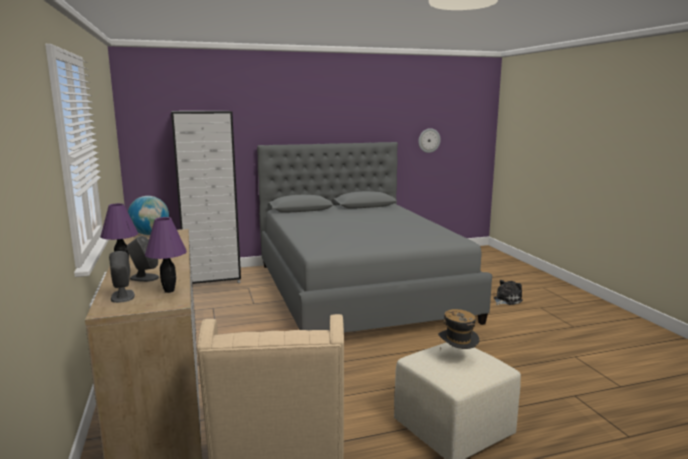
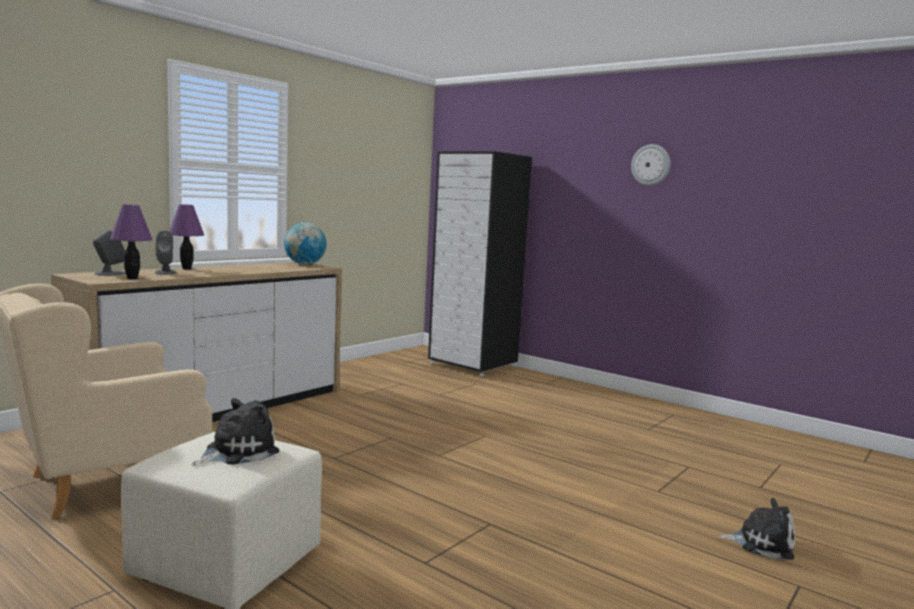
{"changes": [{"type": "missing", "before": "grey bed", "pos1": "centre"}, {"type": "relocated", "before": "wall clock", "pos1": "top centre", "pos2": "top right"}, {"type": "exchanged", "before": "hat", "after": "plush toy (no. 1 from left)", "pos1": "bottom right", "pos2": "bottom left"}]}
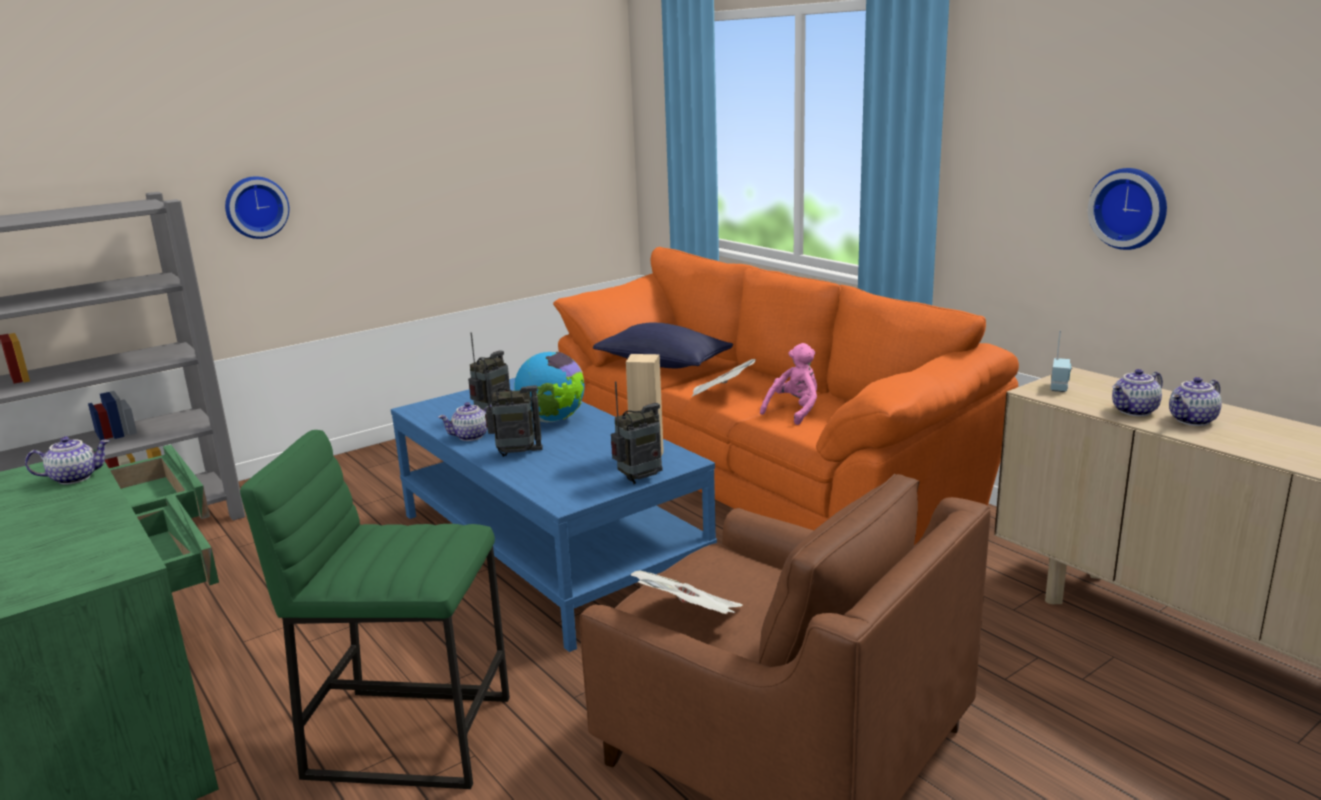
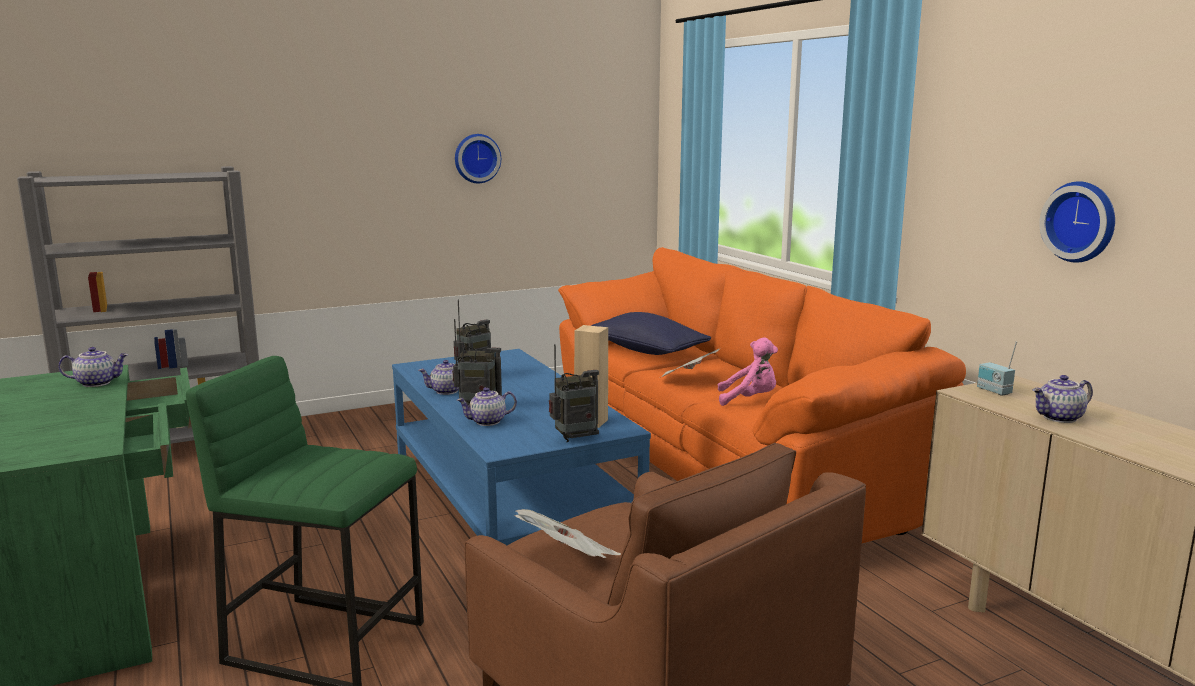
{"changes": [{"type": "relocated", "before": "wall clock (no. 1 from left)", "pos1": "top left", "pos2": "top centre"}, {"type": "missing", "before": "globe", "pos1": "centre"}, {"type": "spun", "before": "pink plush toy", "pos1": "centre", "pos2": "centre", "turn": 45}, {"type": "spun", "before": "radio (no. 4 from left)", "pos1": "middle right", "pos2": "middle right", "turn": 120}, {"type": "relocated", "before": "teapot (no. 4 from left in the first image)", "after": "teapot (no. 3 from left)", "pos1": "middle right", "pos2": "centre"}]}
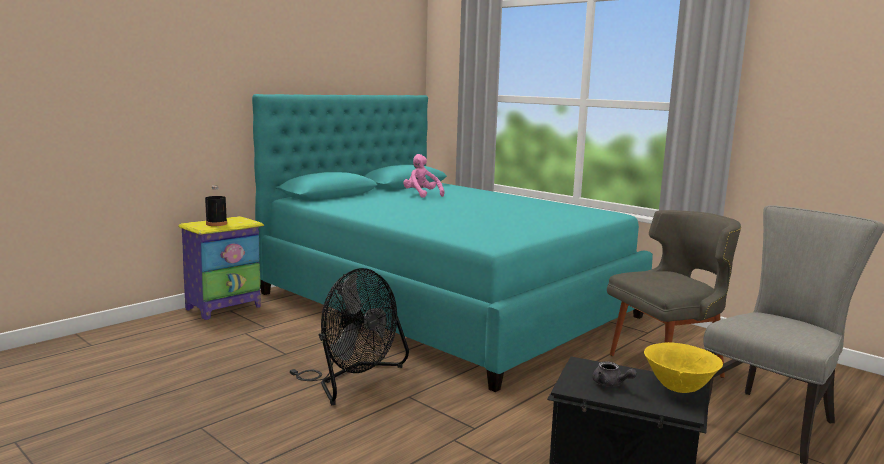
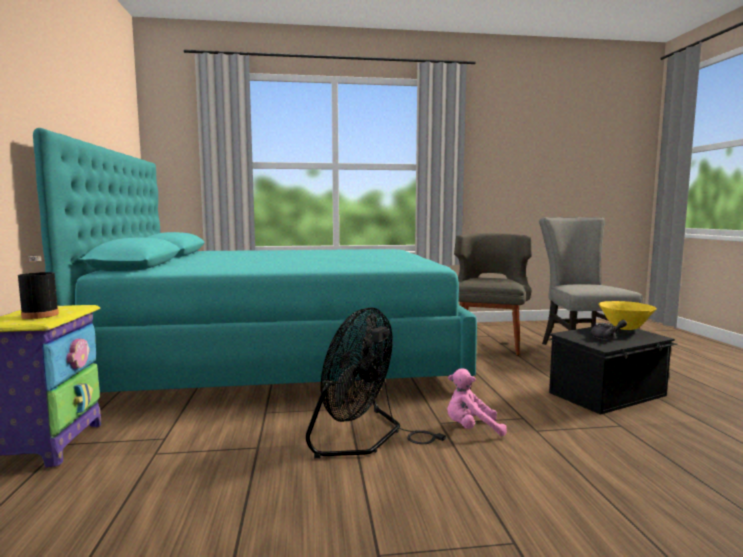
{"changes": [{"type": "spun", "before": "black fan", "pos1": "bottom centre", "pos2": "bottom centre", "turn": -135}, {"type": "relocated", "before": "pink plush toy", "pos1": "centre", "pos2": "bottom centre"}]}
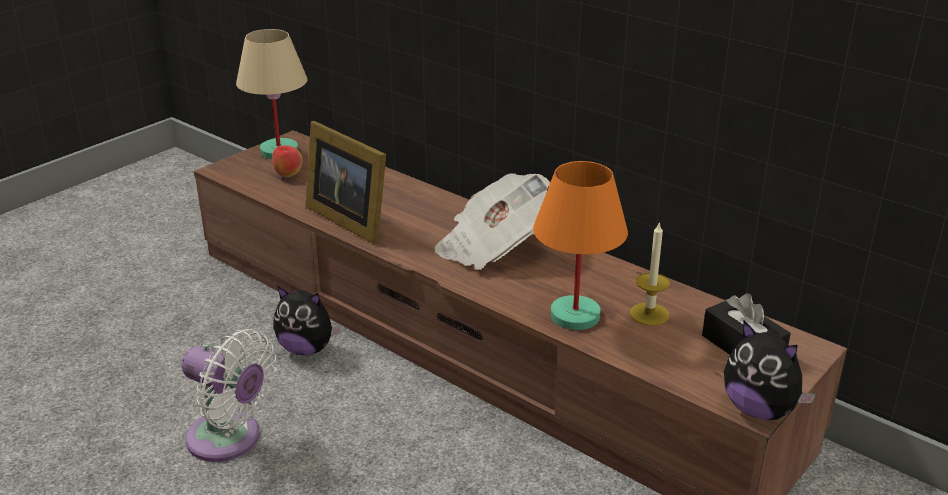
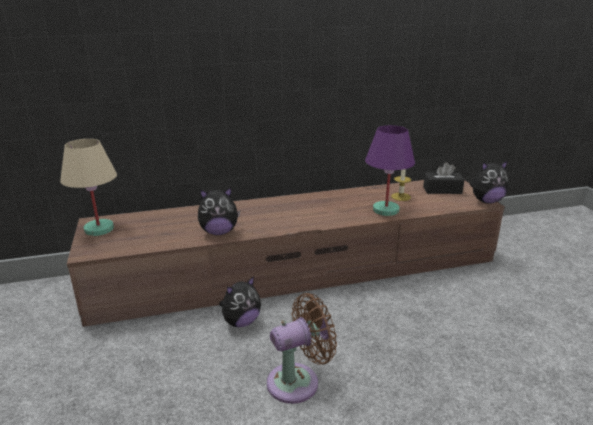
{"changes": [{"type": "colour", "before": "white fan", "after": "brown fan", "pos1": "bottom left", "pos2": "bottom centre"}, {"type": "missing", "before": "apple", "pos1": "top left"}, {"type": "exchanged", "before": "picture frame", "after": "plush toy (no. 1 from left)", "pos1": "centre", "pos2": "centre"}, {"type": "missing", "before": "newspaper", "pos1": "centre"}, {"type": "colour", "before": "orange table lamp", "after": "purple table lamp", "pos1": "centre", "pos2": "centre"}]}
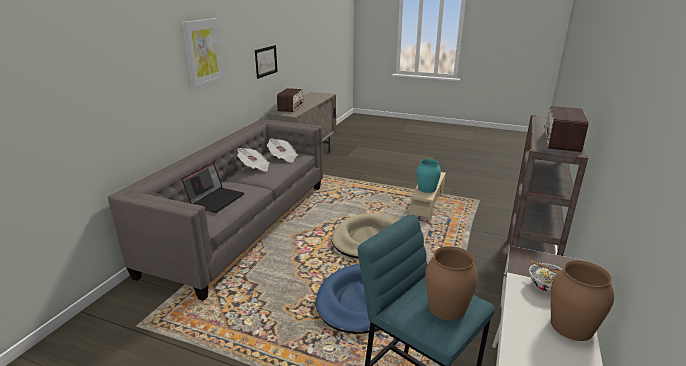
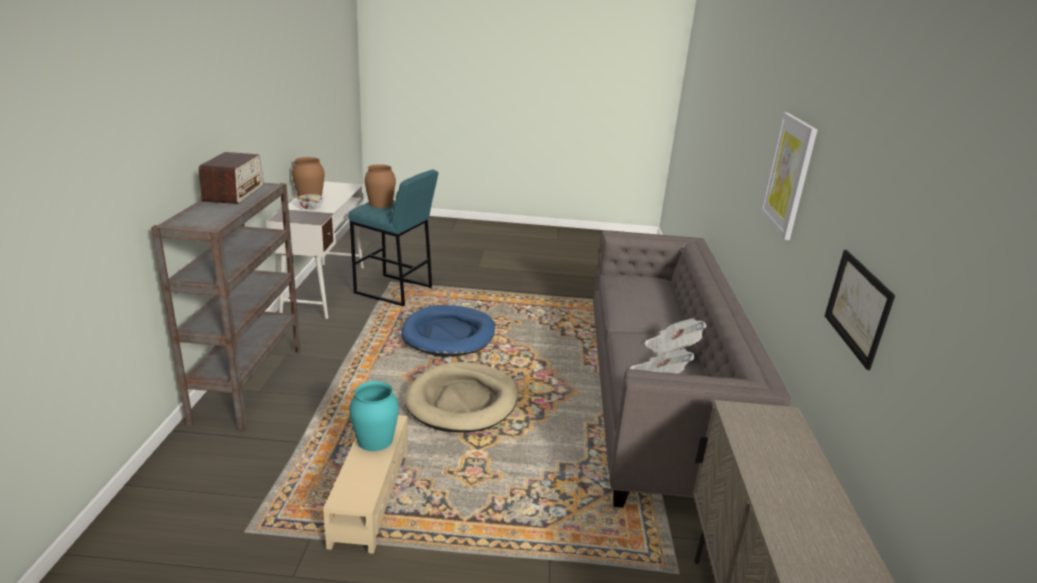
{"changes": [{"type": "missing", "before": "laptop", "pos1": "middle left"}, {"type": "missing", "before": "radio (no. 1 from left)", "pos1": "top centre"}]}
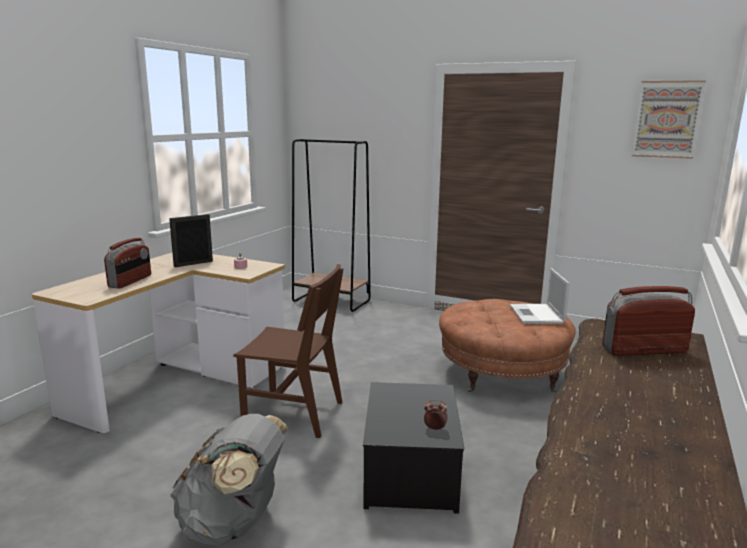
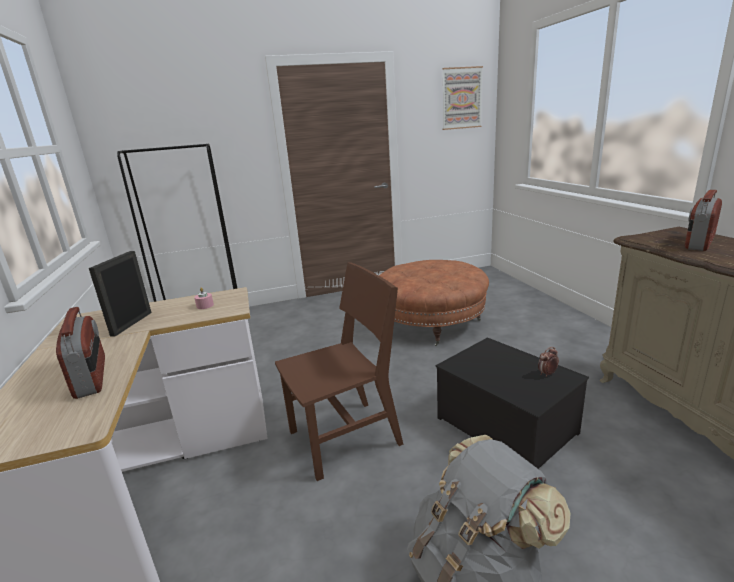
{"changes": [{"type": "missing", "before": "laptop", "pos1": "middle right"}]}
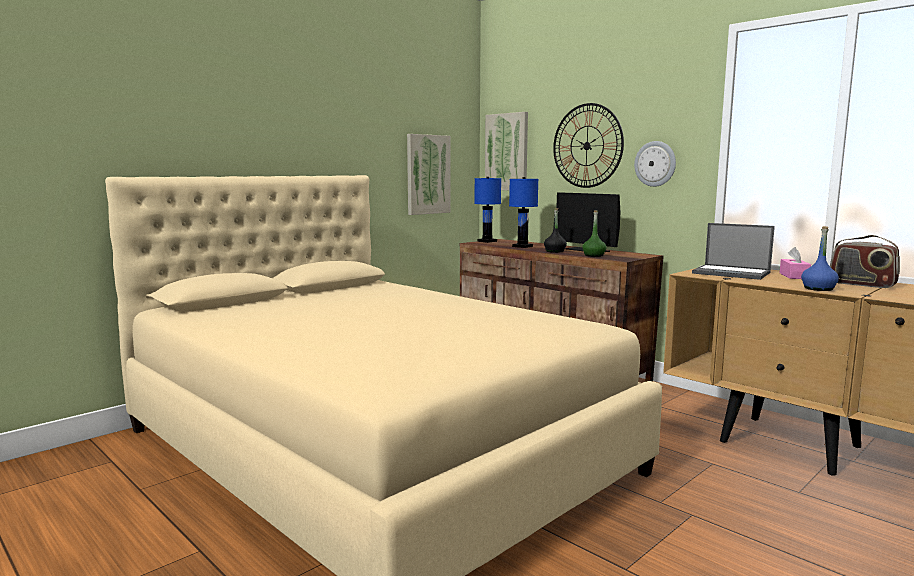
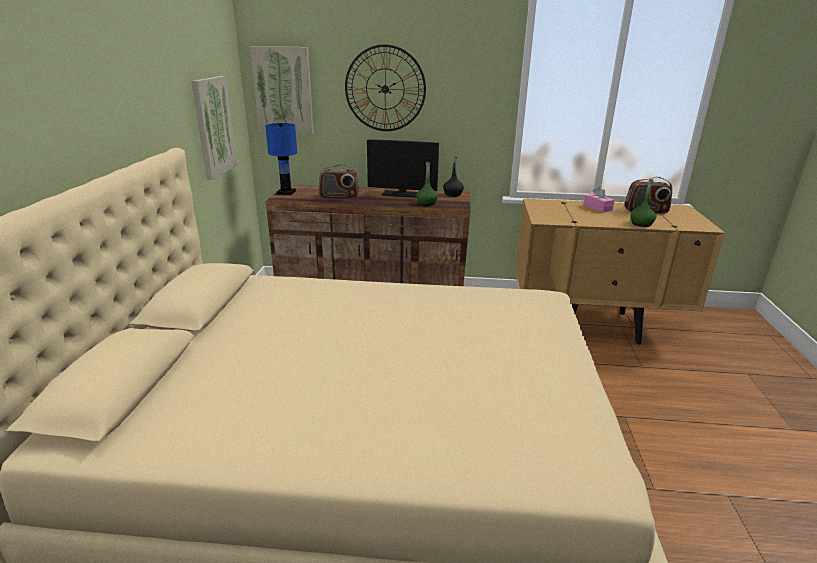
{"changes": [{"type": "exchanged", "before": "blue table lamp (no. 2 from left)", "after": "radio (no. 1 from left)", "pos1": "centre", "pos2": "top centre"}, {"type": "relocated", "before": "black bottle", "pos1": "centre", "pos2": "top centre"}, {"type": "missing", "before": "wall clock (no. 2 from left)", "pos1": "top right"}, {"type": "missing", "before": "laptop", "pos1": "middle right"}, {"type": "colour", "before": "blue bottle", "after": "green bottle (no. 2 from left)", "pos1": "middle right", "pos2": "middle right"}]}
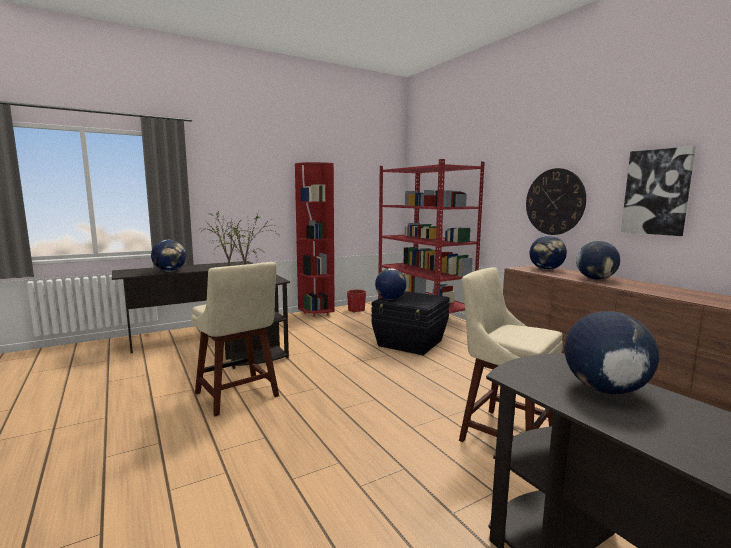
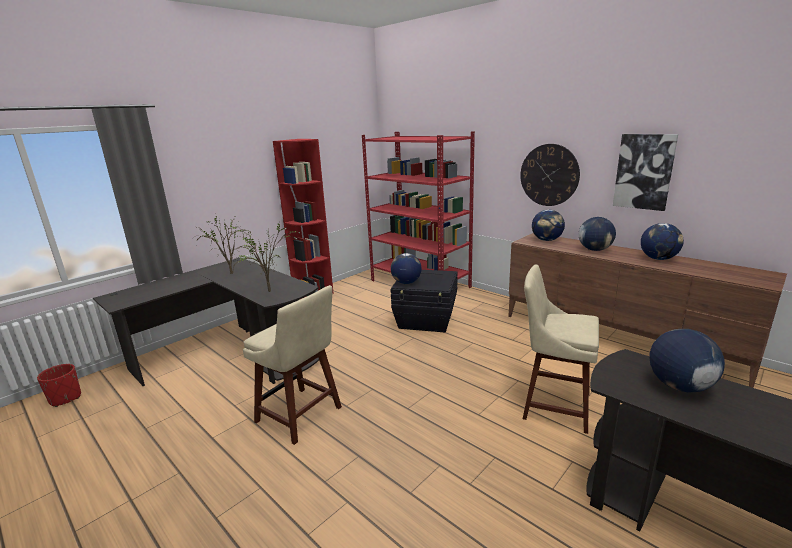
{"changes": [{"type": "relocated", "before": "globe (no. 1 from left in the first image)", "after": "globe (no. 4 from left)", "pos1": "middle left", "pos2": "middle right"}, {"type": "relocated", "before": "red planter", "pos1": "centre", "pos2": "bottom left"}]}
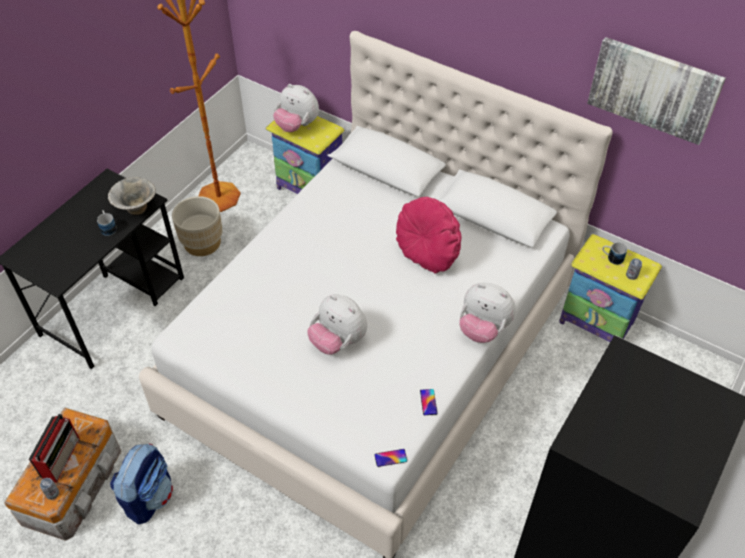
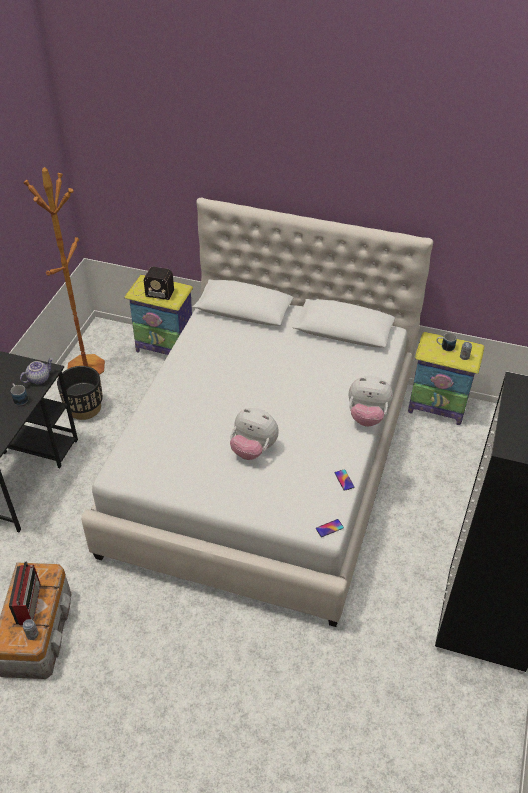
{"changes": [{"type": "exchanged", "before": "bowl", "after": "teapot", "pos1": "middle left", "pos2": "middle left"}, {"type": "missing", "before": "backpack", "pos1": "bottom left"}, {"type": "colour", "before": "beige planter", "after": "black planter", "pos1": "middle left", "pos2": "middle left"}, {"type": "exchanged", "before": "plush toy (no. 1 from left)", "after": "radio (no. 2 from left)", "pos1": "top centre", "pos2": "middle left"}, {"type": "missing", "before": "pink pillow", "pos1": "centre"}, {"type": "missing", "before": "picture", "pos1": "top right"}]}
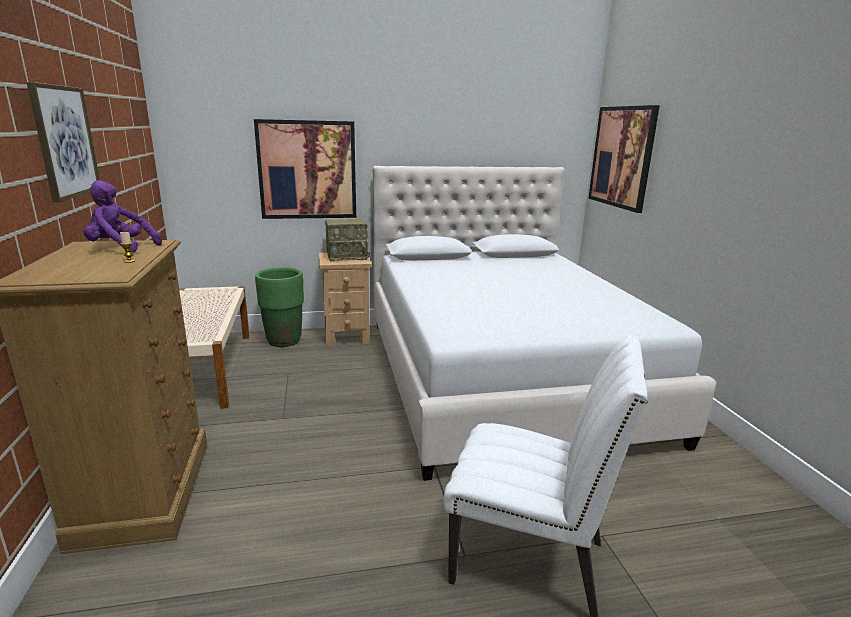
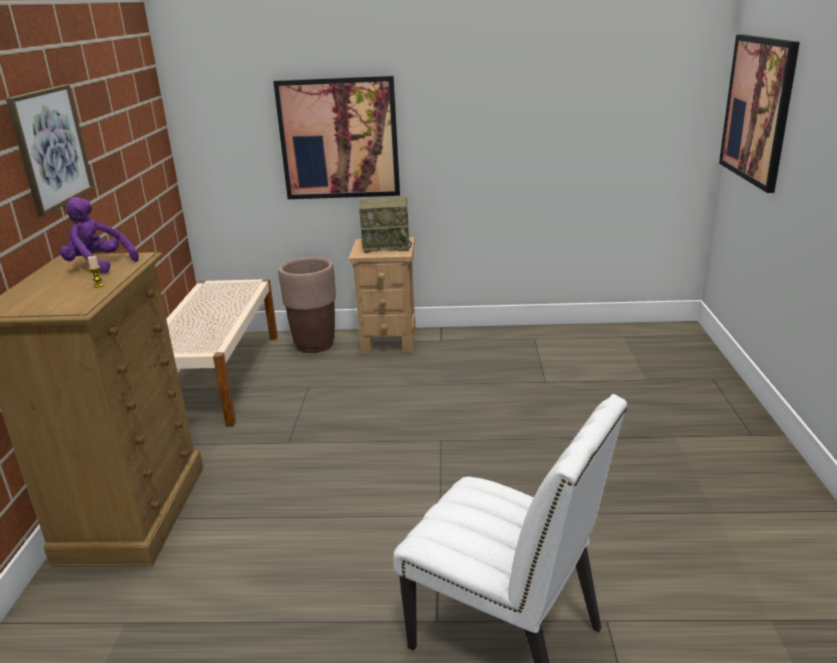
{"changes": [{"type": "colour", "before": "green planter", "after": "brown planter", "pos1": "middle left", "pos2": "centre"}, {"type": "missing", "before": "white bed", "pos1": "centre"}]}
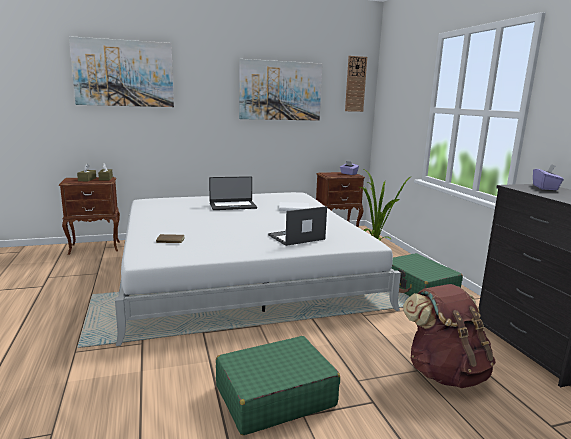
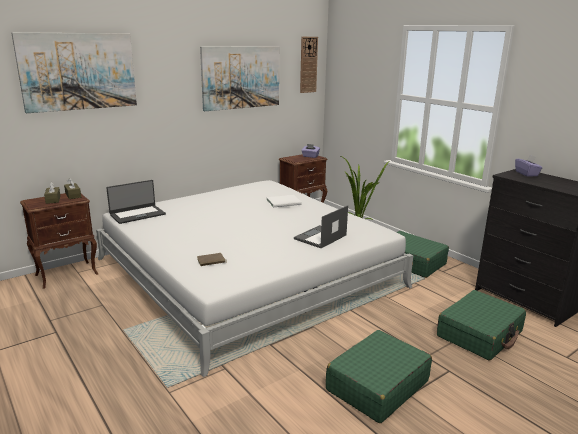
{"changes": [{"type": "relocated", "before": "laptop (no. 1 from left)", "pos1": "centre", "pos2": "middle left"}, {"type": "exchanged", "before": "brown backpack", "after": "green suitcase (no. 3 from left)", "pos1": "bottom right", "pos2": "bottom right"}]}
